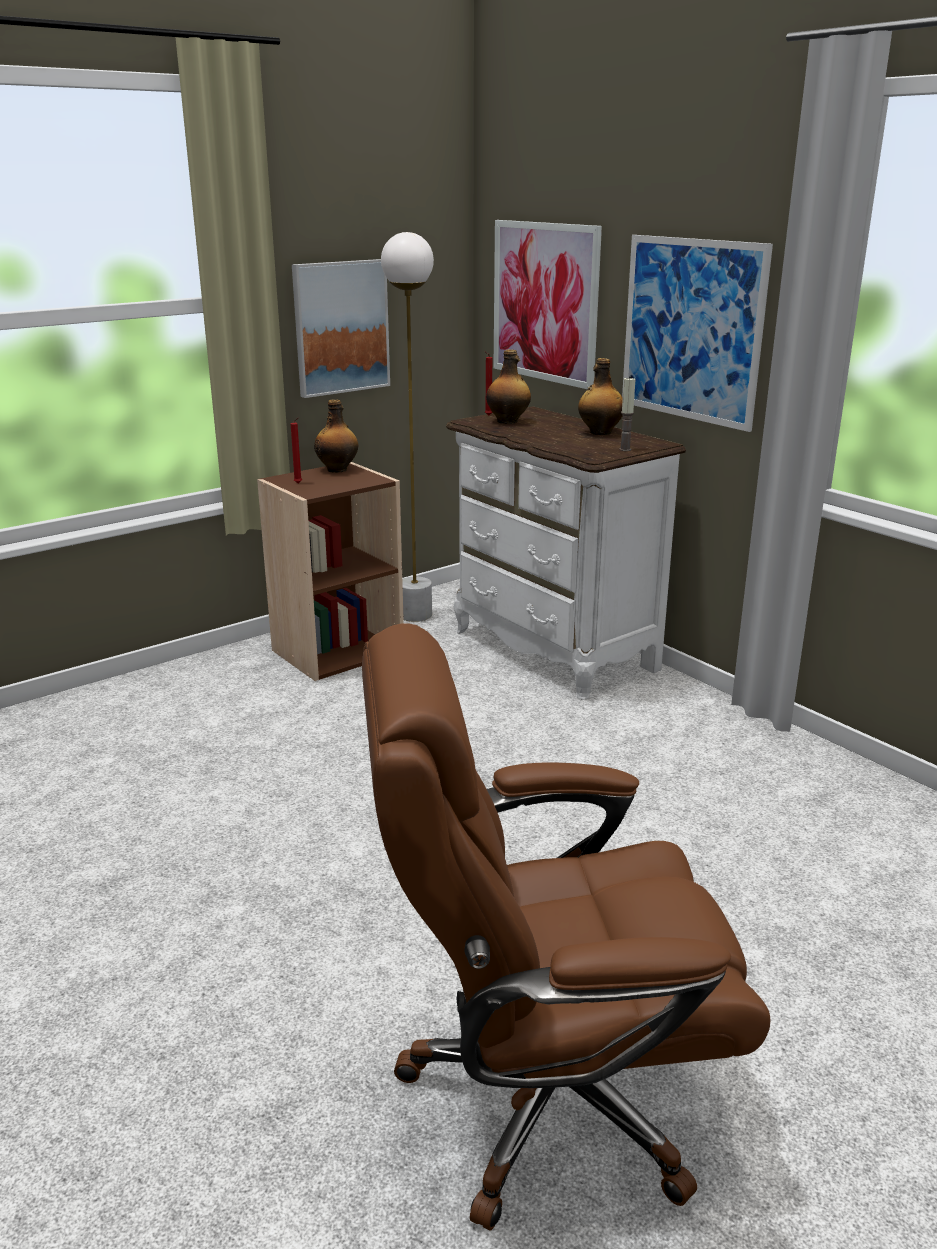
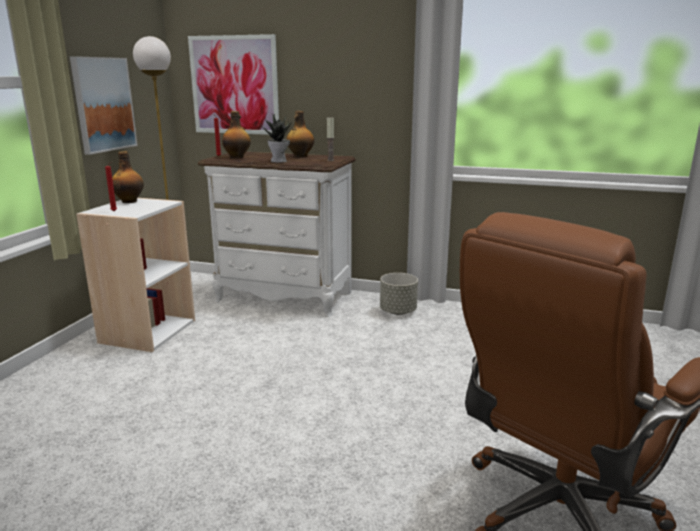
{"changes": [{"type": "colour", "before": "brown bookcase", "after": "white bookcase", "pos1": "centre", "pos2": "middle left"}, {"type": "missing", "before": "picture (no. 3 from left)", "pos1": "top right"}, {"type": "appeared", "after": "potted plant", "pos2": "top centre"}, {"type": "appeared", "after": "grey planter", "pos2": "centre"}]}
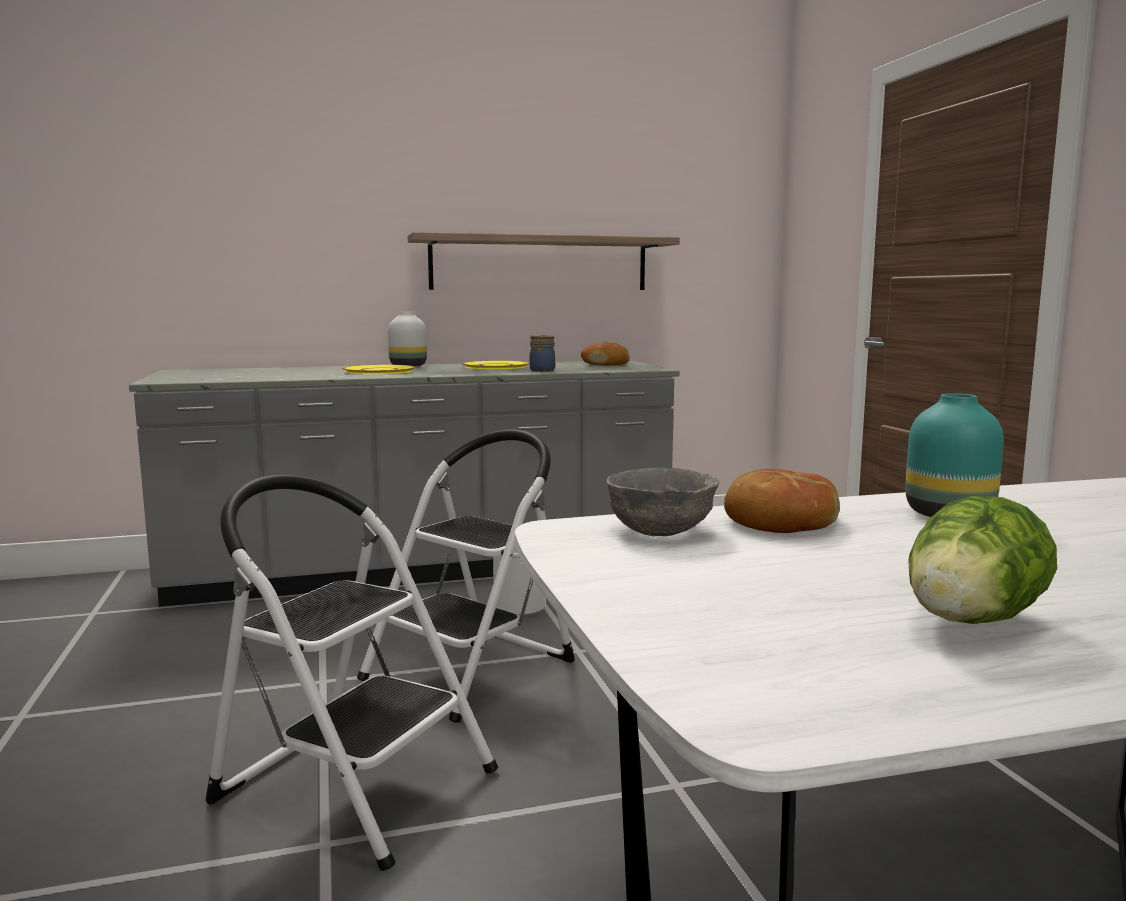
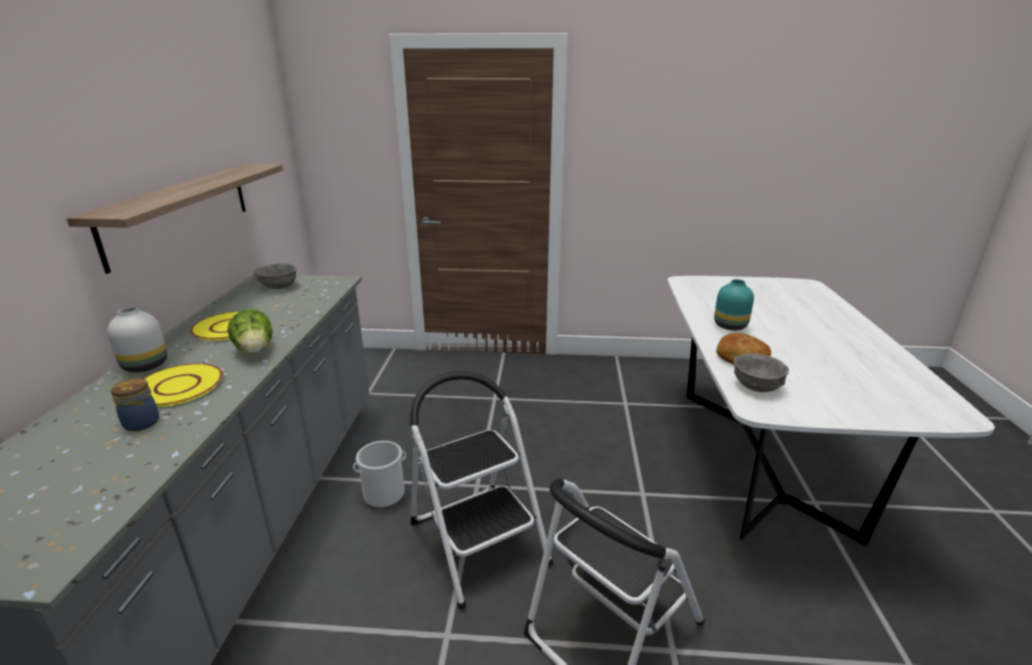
{"changes": [{"type": "relocated", "before": "jar", "pos1": "centre", "pos2": "middle left"}, {"type": "exchanged", "before": "bread (no. 1 from left)", "after": "grey bowl (no. 1 from left)", "pos1": "centre", "pos2": "middle left"}, {"type": "relocated", "before": "lettuce", "pos1": "middle right", "pos2": "middle left"}]}
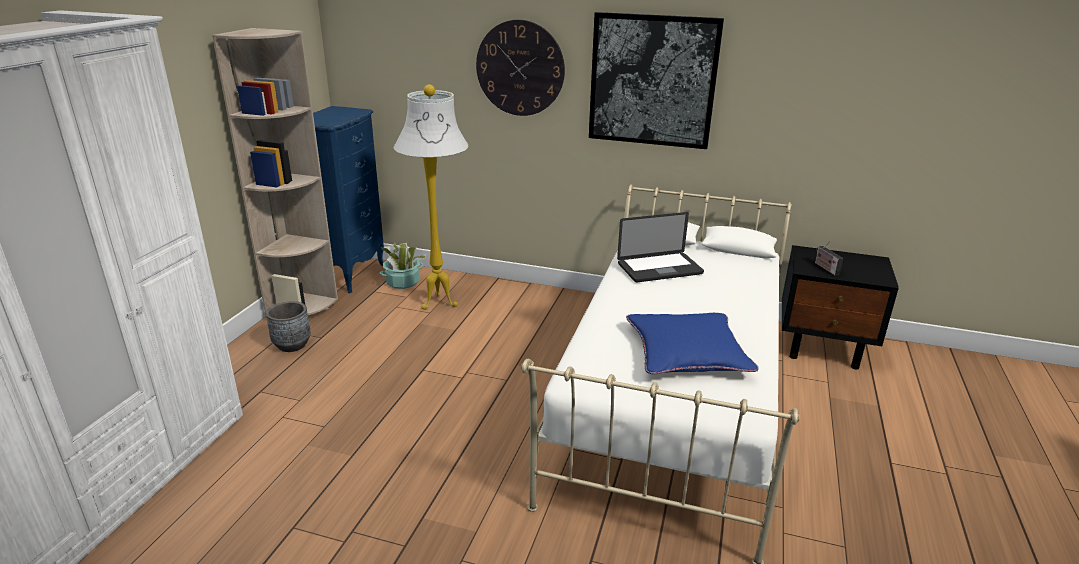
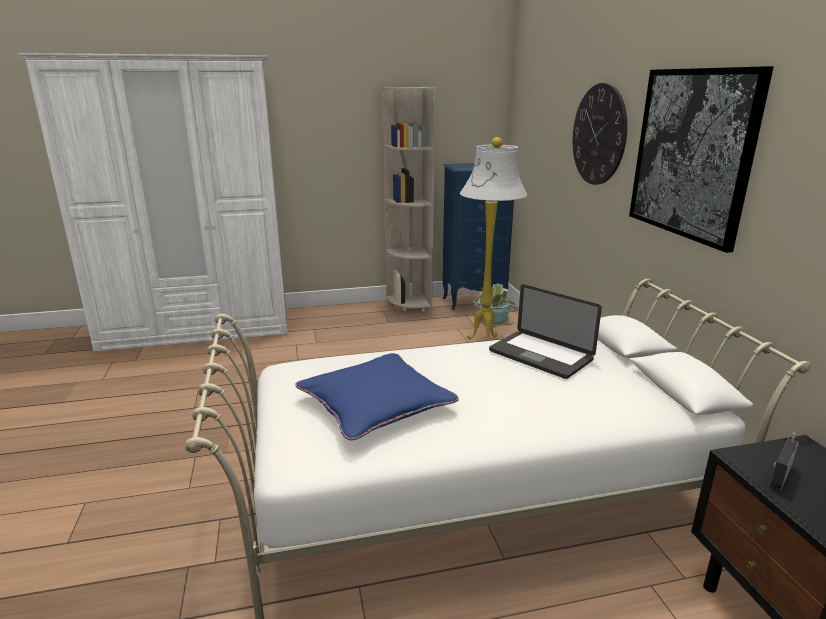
{"changes": [{"type": "missing", "before": "grey planter", "pos1": "middle left"}]}
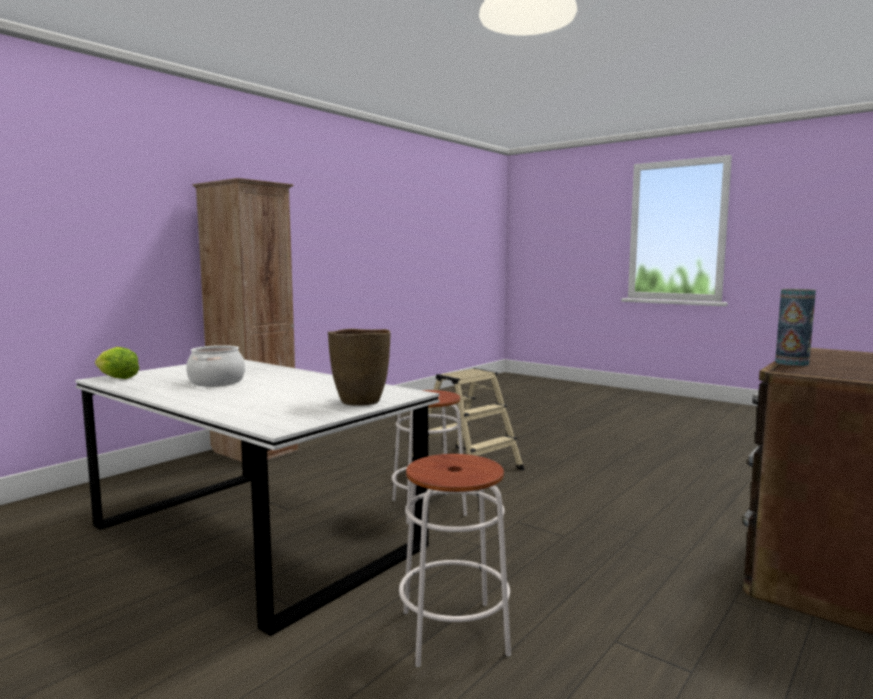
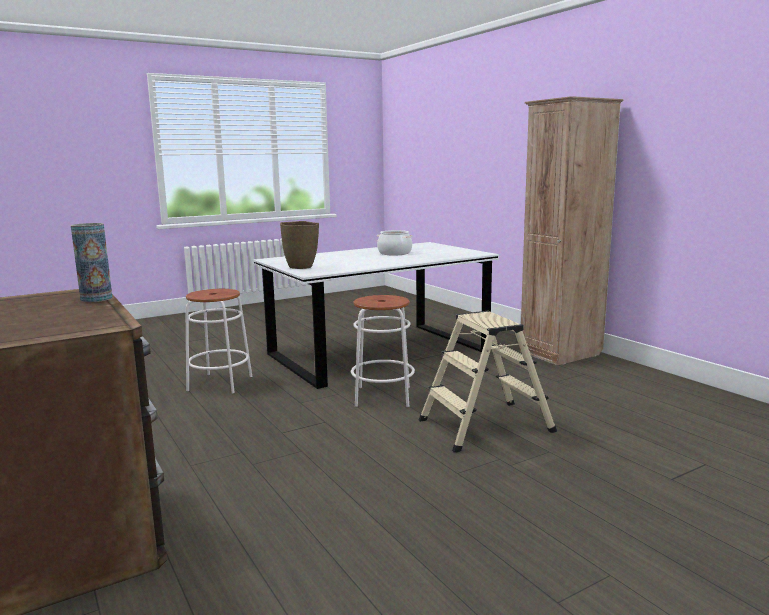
{"changes": [{"type": "missing", "before": "lettuce", "pos1": "middle left"}]}
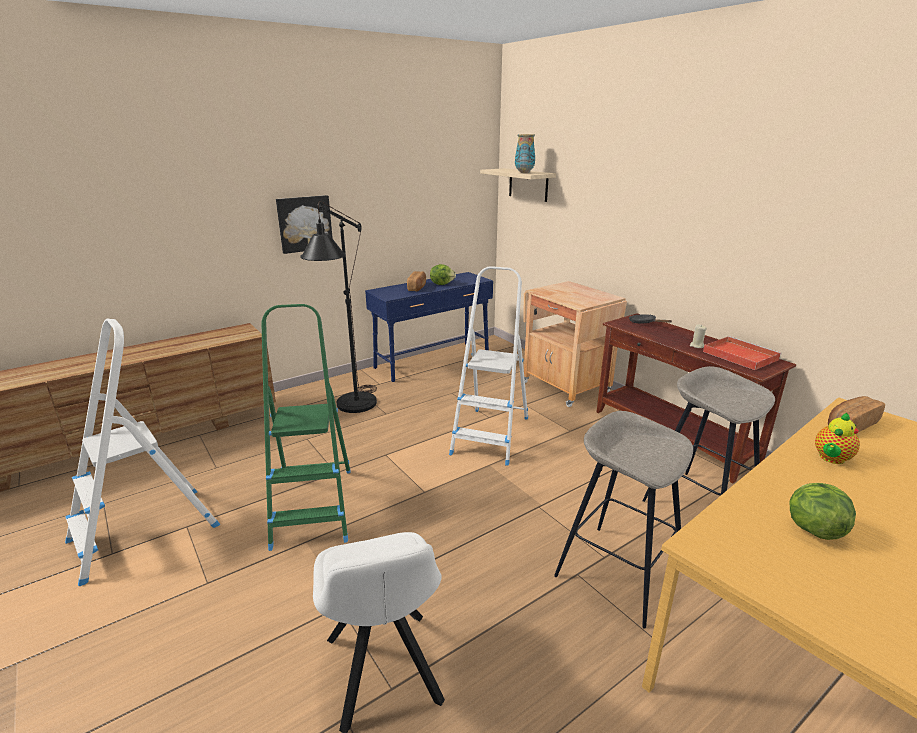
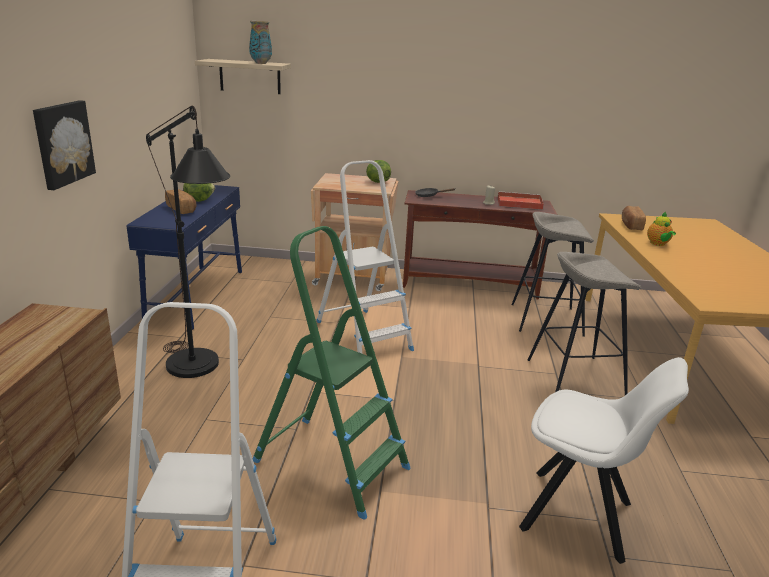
{"changes": [{"type": "relocated", "before": "lettuce (no. 2 from left)", "pos1": "bottom right", "pos2": "top centre"}]}
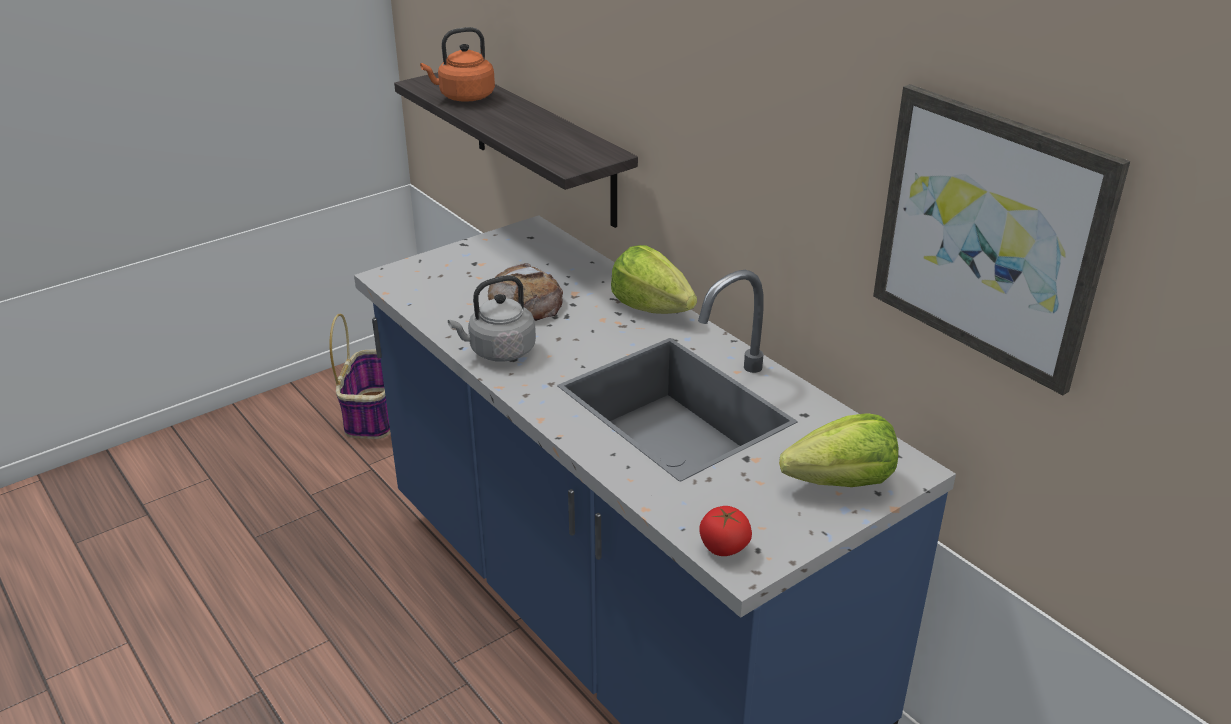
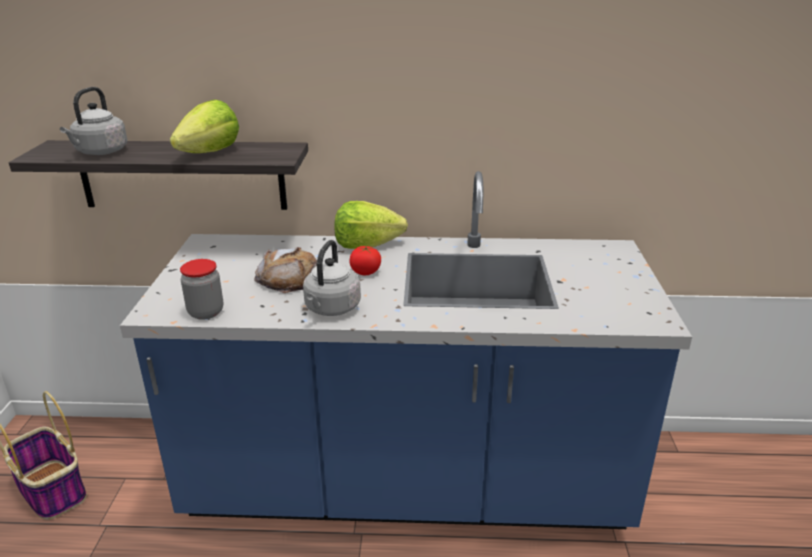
{"changes": [{"type": "colour", "before": "orange kettle", "after": "grey kettle (no. 1 from left)", "pos1": "top centre", "pos2": "top left"}, {"type": "relocated", "before": "tomato", "pos1": "bottom centre", "pos2": "centre"}, {"type": "relocated", "before": "lettuce (no. 2 from left in the first image)", "after": "lettuce (no. 1 from left)", "pos1": "middle right", "pos2": "top left"}, {"type": "missing", "before": "picture", "pos1": "top right"}, {"type": "appeared", "after": "jar", "pos2": "middle left"}]}
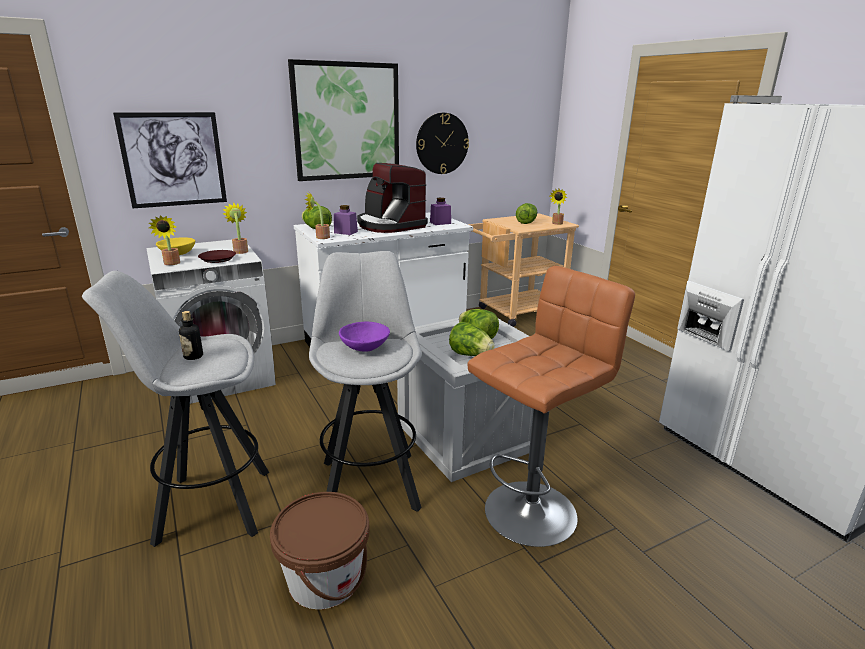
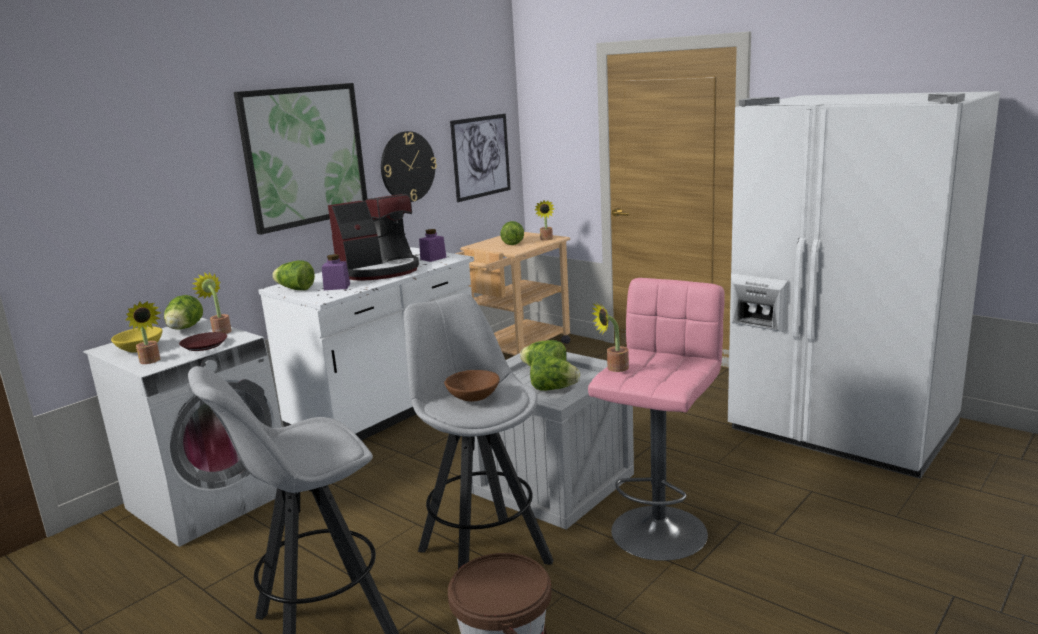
{"changes": [{"type": "relocated", "before": "picture (no. 1 from left in the first image)", "after": "picture (no. 2 from left)", "pos1": "top left", "pos2": "top centre"}, {"type": "missing", "before": "bottle", "pos1": "middle left"}, {"type": "relocated", "before": "potted plant (no. 3 from left in the first image)", "after": "potted plant (no. 4 from left)", "pos1": "top centre", "pos2": "centre"}, {"type": "colour", "before": "purple bowl", "after": "brown bowl", "pos1": "centre", "pos2": "centre"}, {"type": "spun", "before": "coffee machine", "pos1": "top centre", "pos2": "centre", "turn": -60}, {"type": "colour", "before": "brown stool", "after": "pink stool", "pos1": "centre", "pos2": "centre"}, {"type": "appeared", "after": "lettuce (no. 1 from left)", "pos2": "middle left"}]}
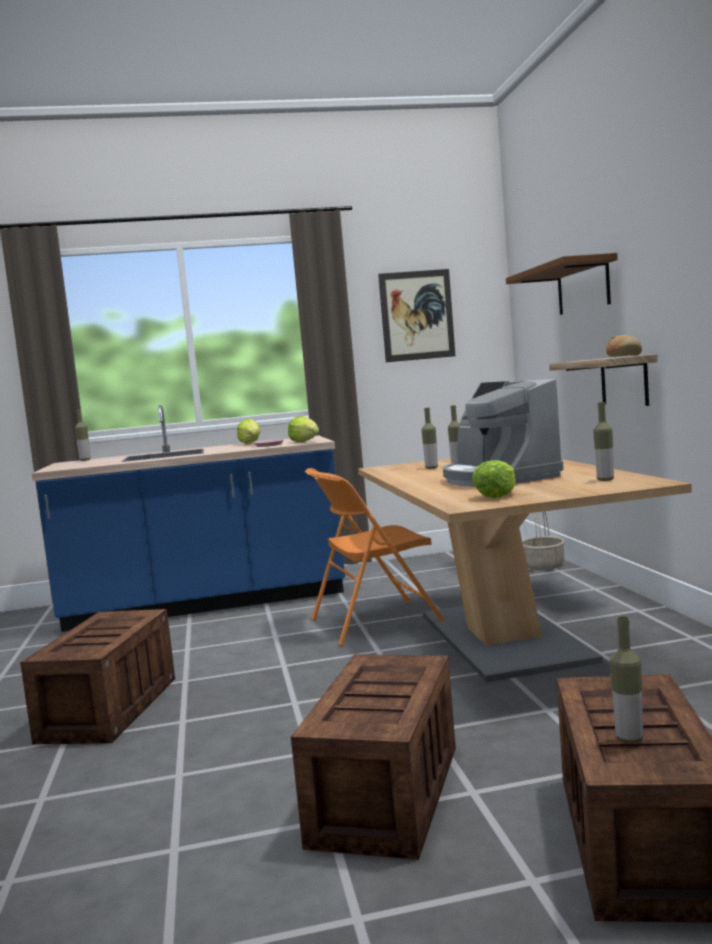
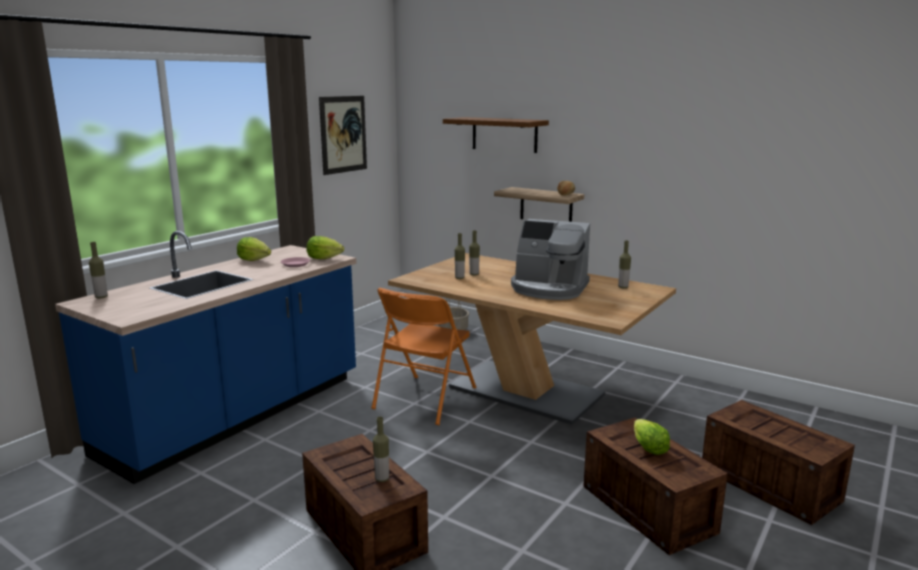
{"changes": [{"type": "relocated", "before": "lettuce (no. 3 from left)", "pos1": "middle right", "pos2": "bottom right"}, {"type": "relocated", "before": "bottle (no. 5 from left in the first image)", "after": "bottle (no. 2 from left)", "pos1": "bottom right", "pos2": "bottom centre"}]}
